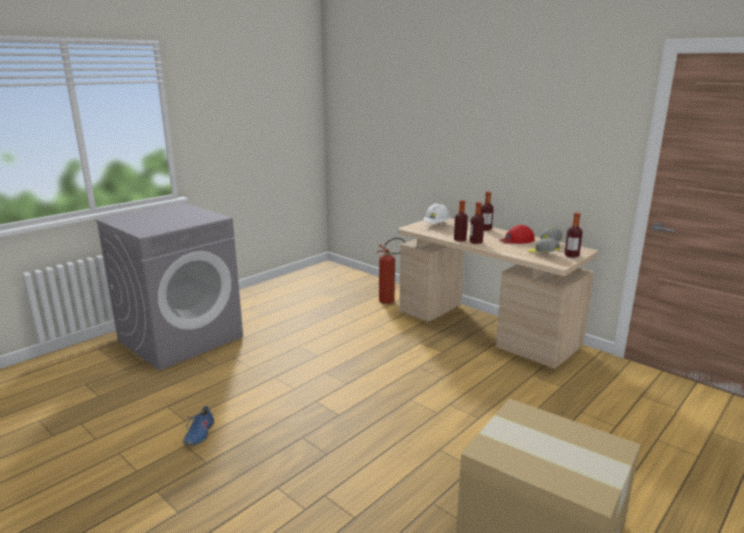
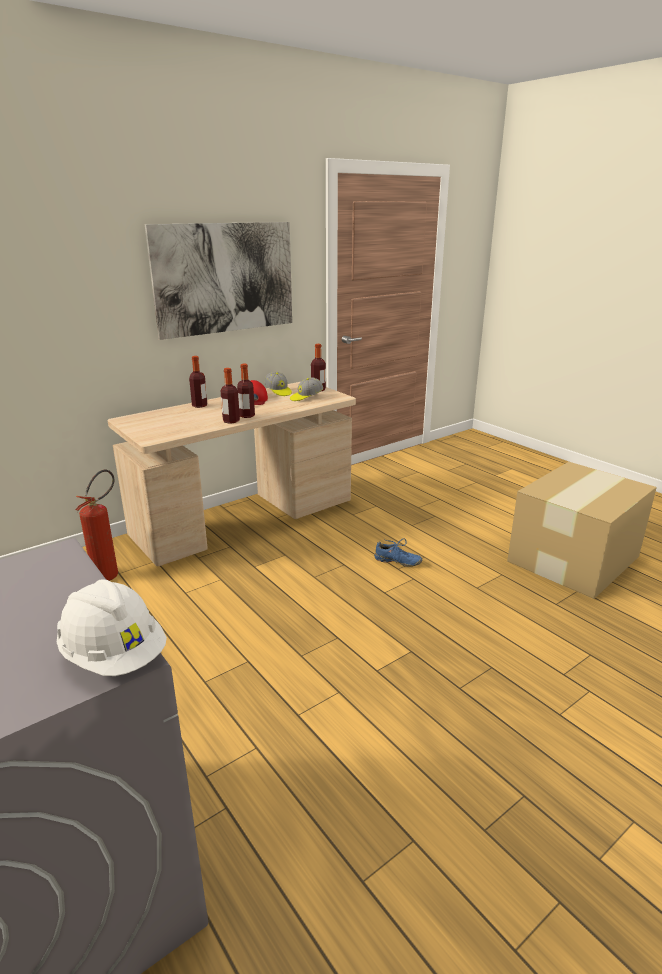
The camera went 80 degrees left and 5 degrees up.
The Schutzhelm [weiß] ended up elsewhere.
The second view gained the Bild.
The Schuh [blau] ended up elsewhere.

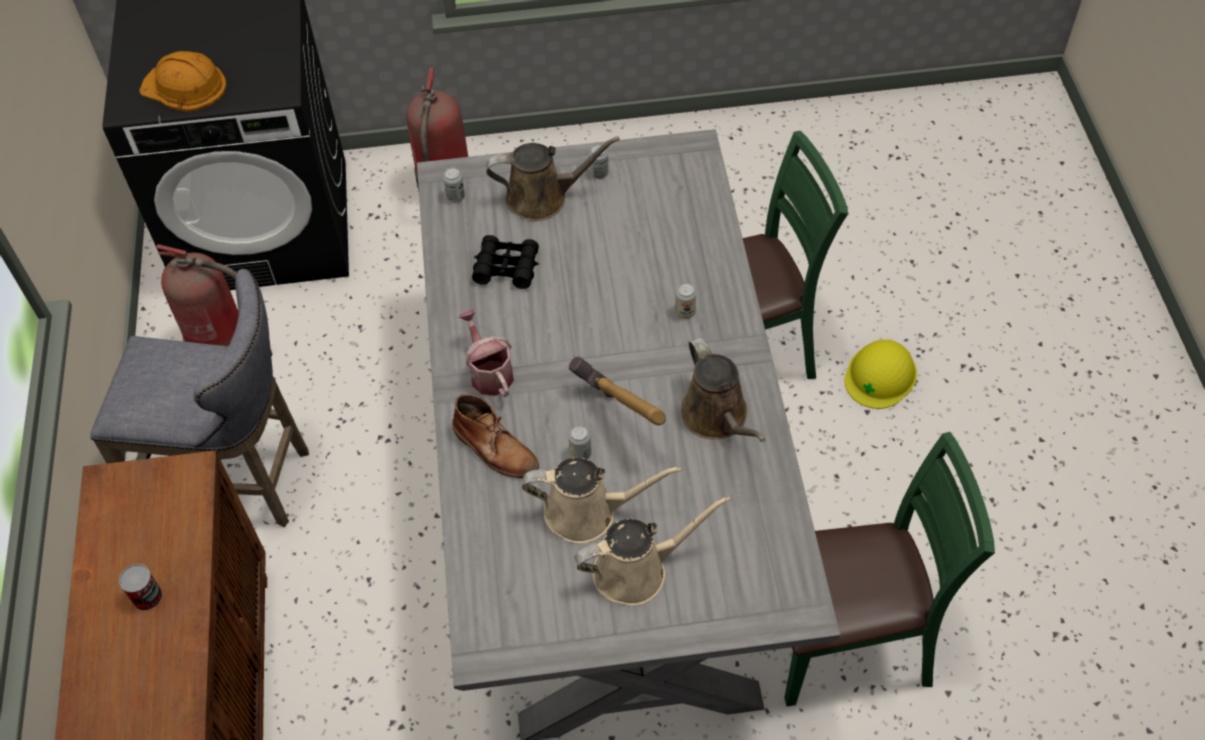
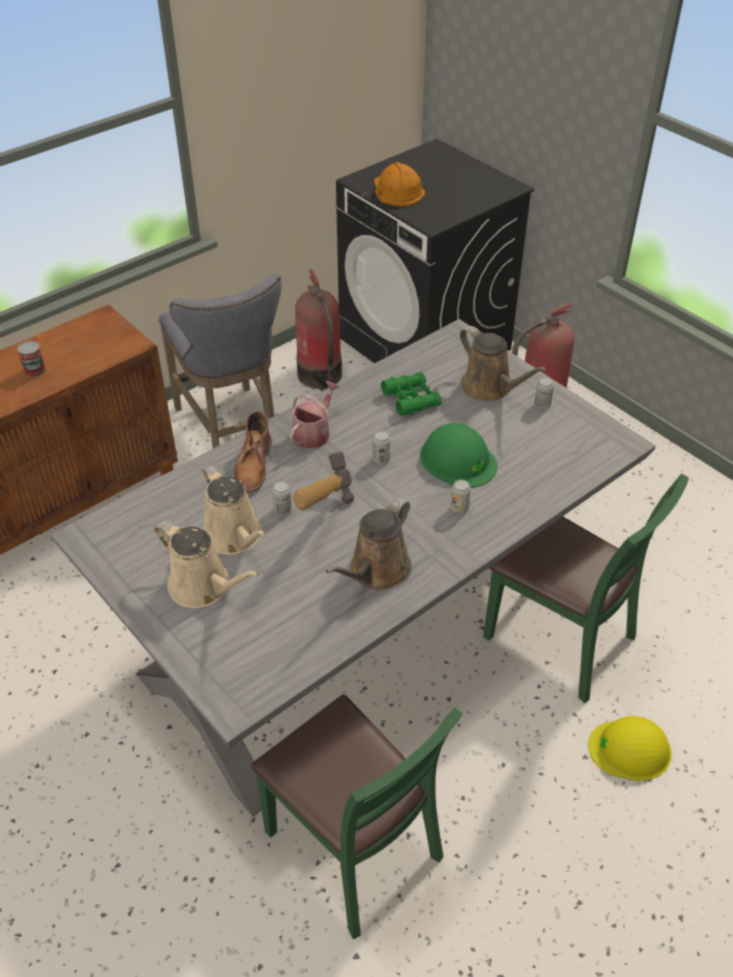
The camera went 55 degrees right and 10 degrees down.
The Dose (2nd from left in the first image) ended up elsewhere.
What was the Fernglas [schwarz] turned into the Fernglas [grün].
The second view gained the Schutzhelm [grün].

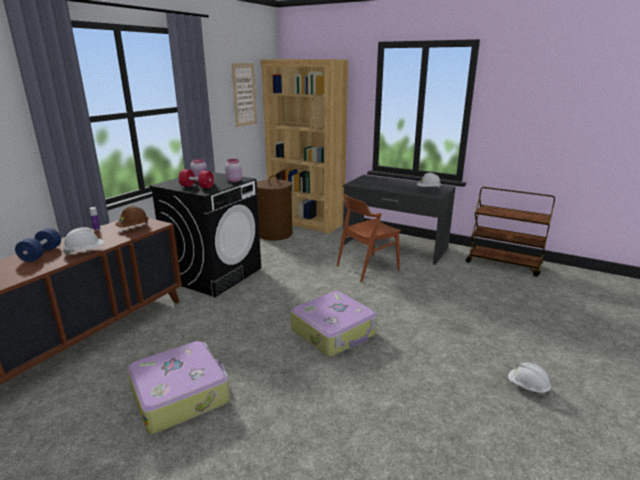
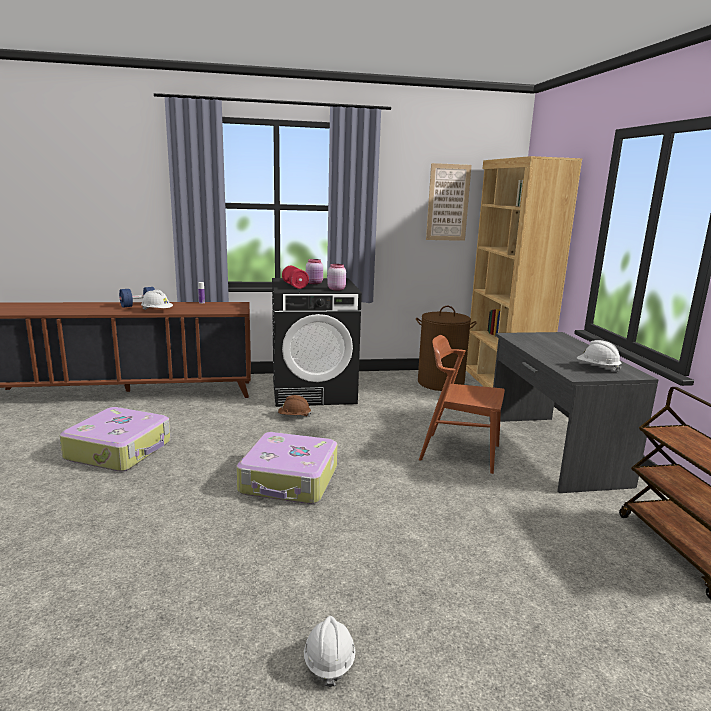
The camera went 50 degrees right and 5 degrees down.
The Schutzhelm [braun] ended up elsewhere.

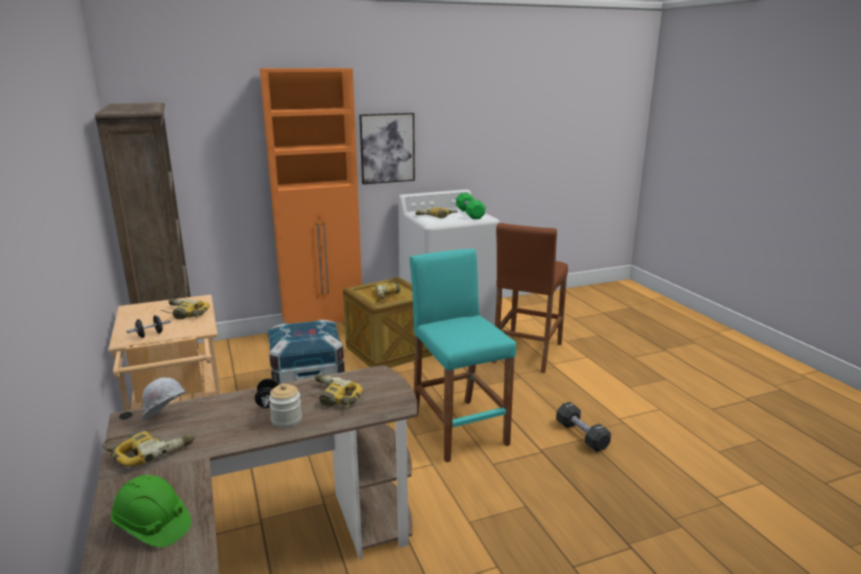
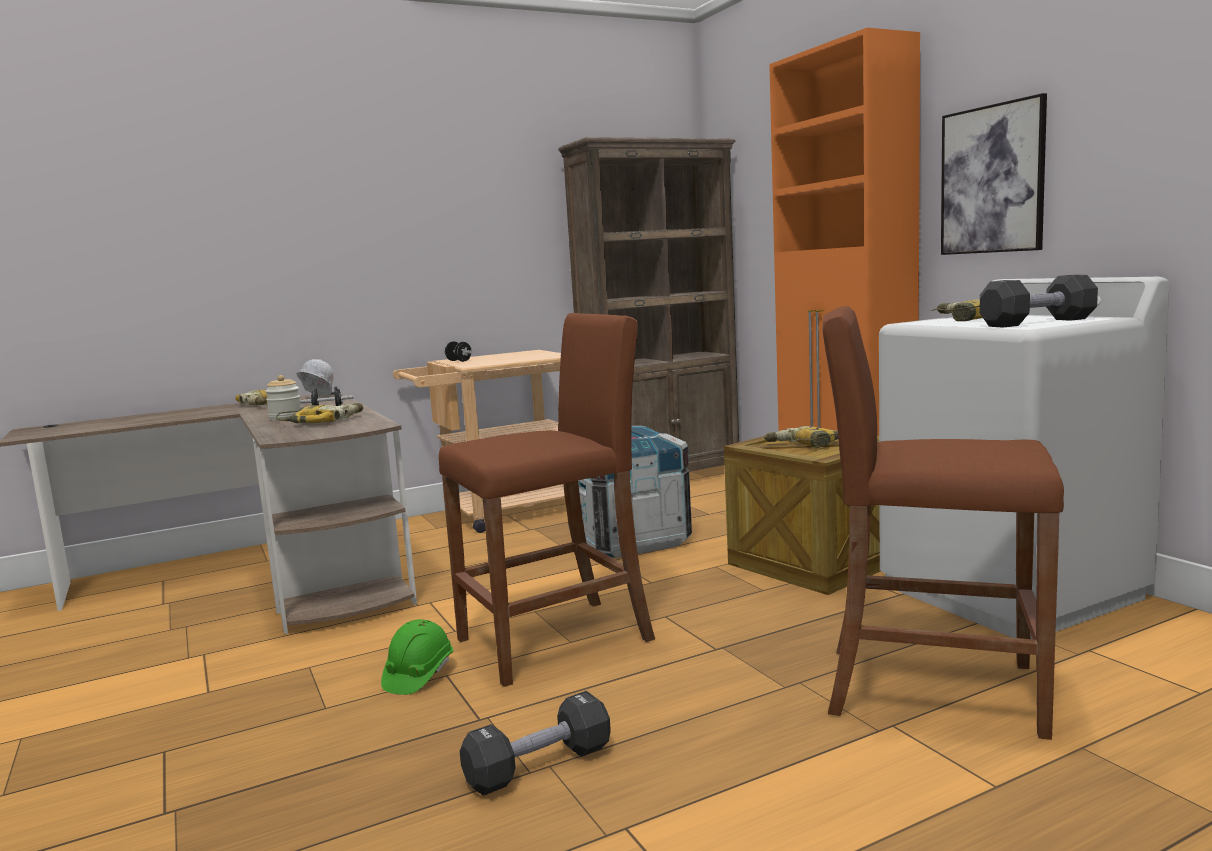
The camera went 85 degrees right and 10 degrees down.
The Schutzhelm [grün] ended up elsewhere.
What was the Hocker [türkis] turned into the Hocker [braun] (1st from left).
What was the Hantel [grün] turned into the Hantel [schwarz] (4th from left).
The second view lost the Bohrmaschine (2nd from left).

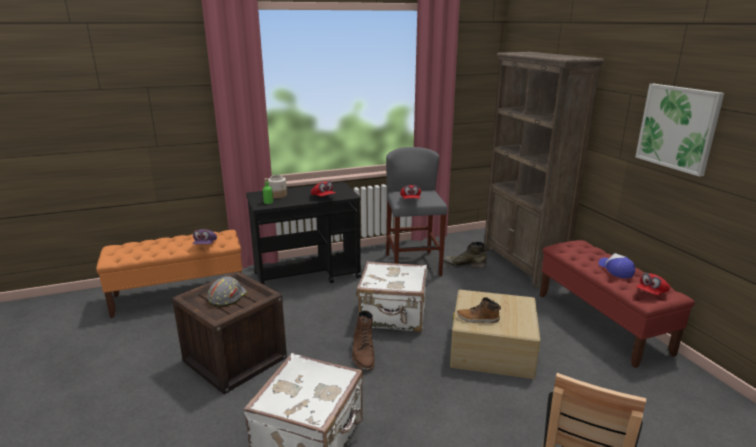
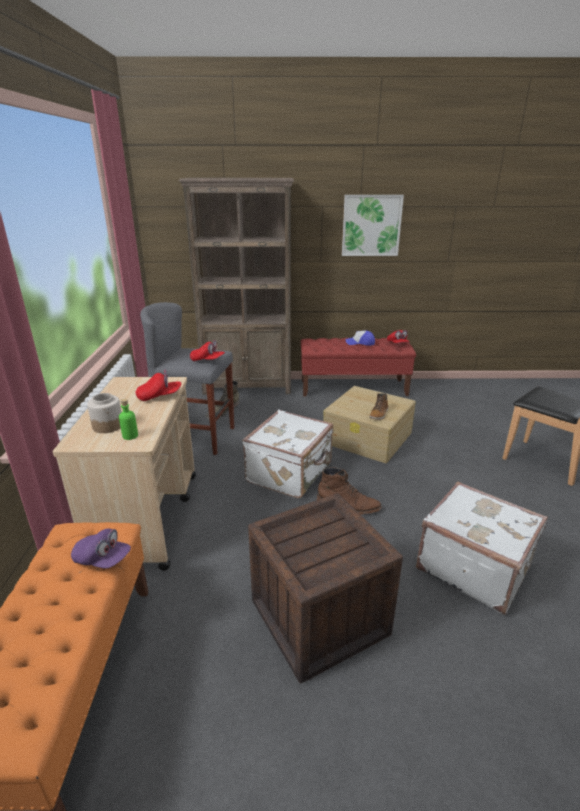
The camera went 70 degrees left and 5 degrees up.
What was the Rollwagen [schwarz] turned into the Rollwagen [beige].
The second view lost the Schutzhelm [grau].

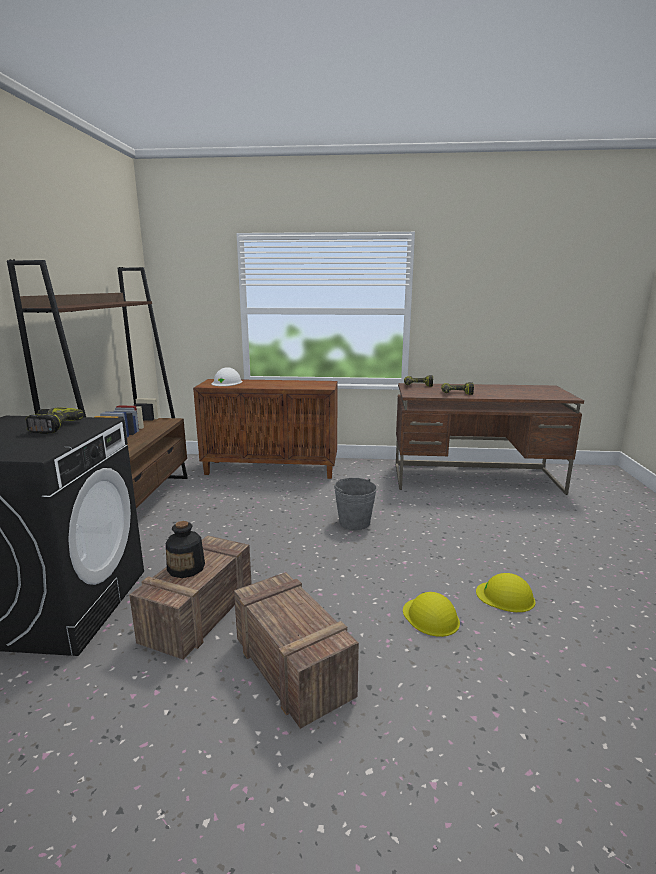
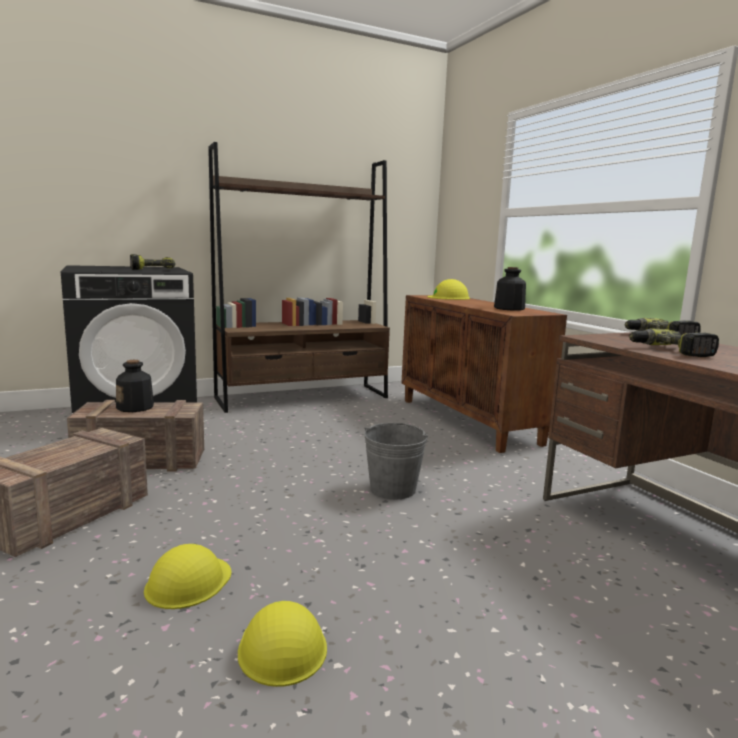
The camera went 60 degrees right and 5 degrees down.
What was the Schutzhelm [weiß] turned into the Schutzhelm [gelb] (3rd from left).
The second view gained the Flasche (2nd from left).

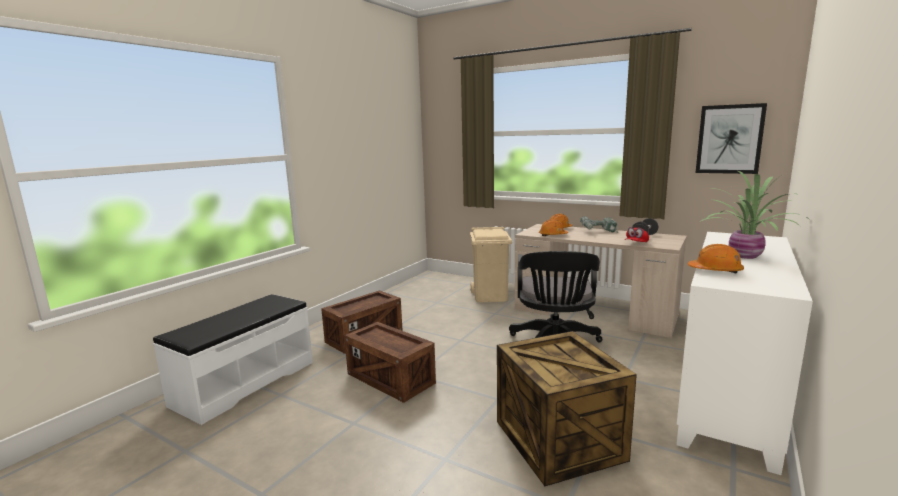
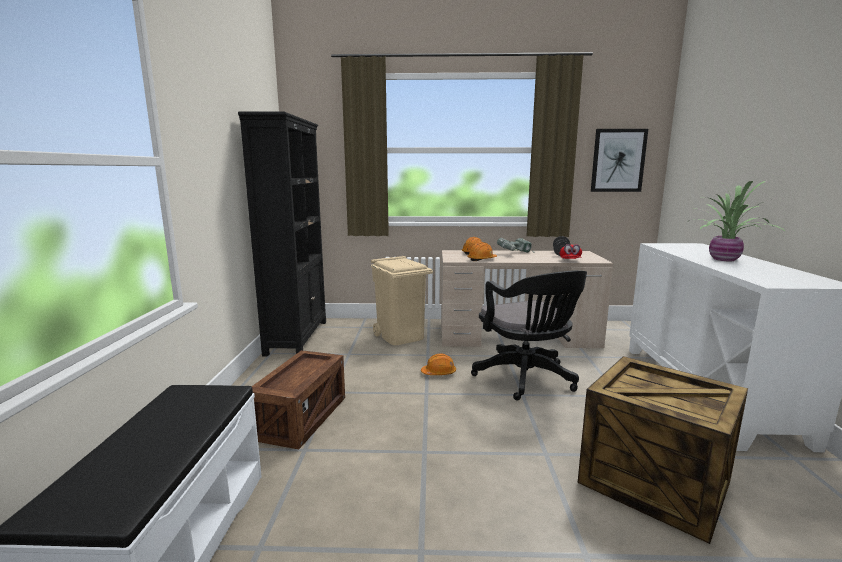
The camera went 30 degrees left and 0 degrees up.
The second view gained the Bücherregal [schwarz].
The Schutzhelm [orange] (3rd from left in the first image) ended up elsewhere.
The second view lost the Kiste (2nd from left).

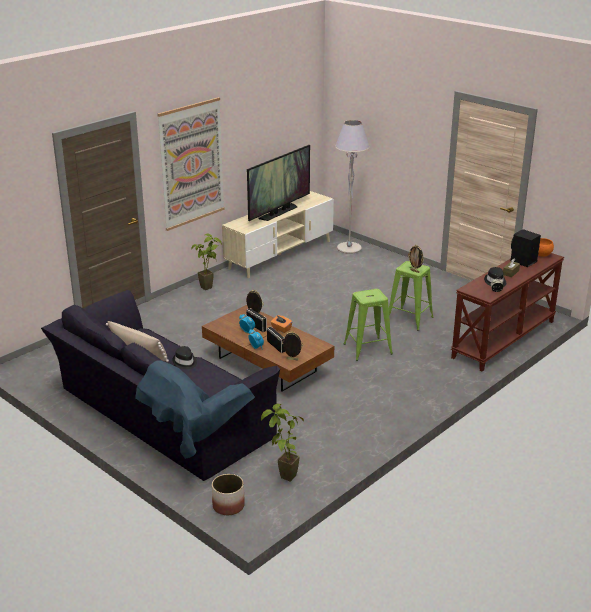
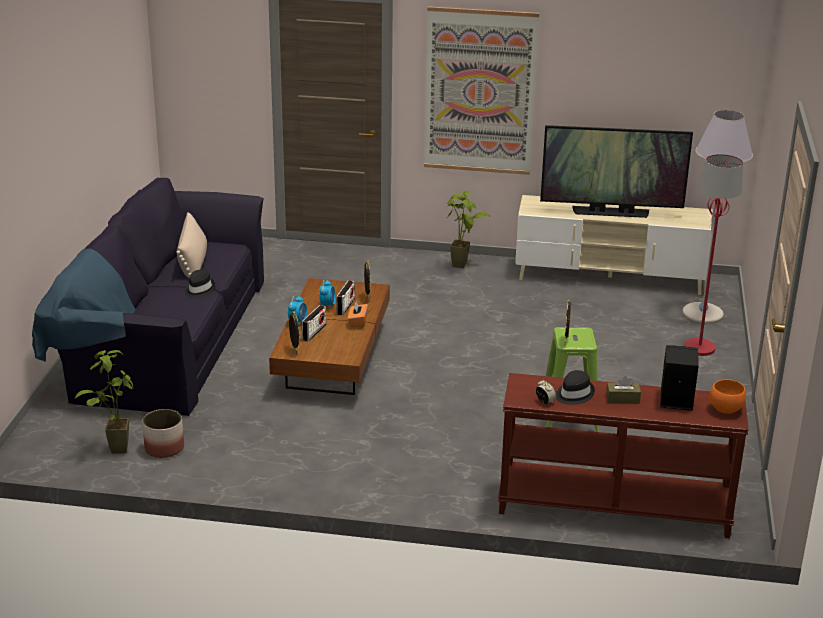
The camera went 55 degrees right and 0 degrees up.
The Pflanzkübel ended up elsewhere.
The second view gained the Stehlampe [rot].
The second view lost the Hocker [grün] (1st from left).

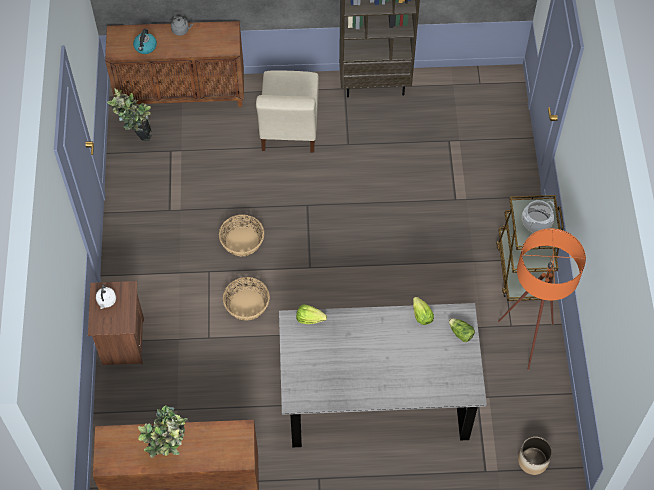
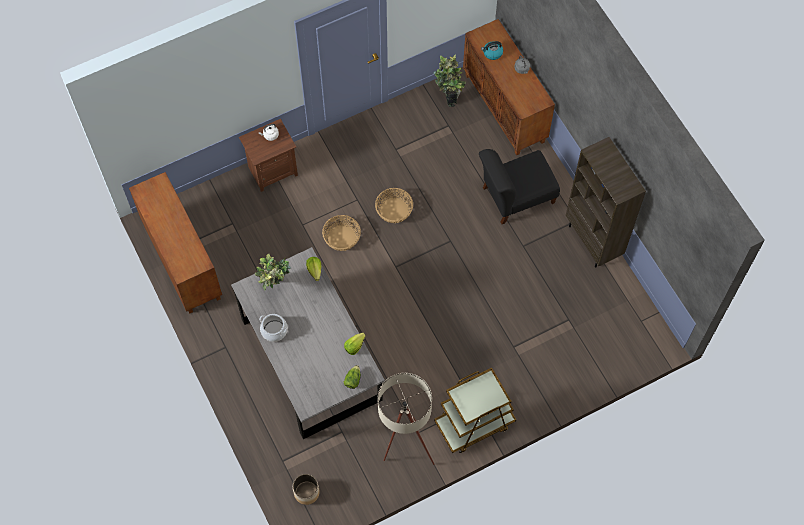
The camera went 65 degrees right and 5 degrees up.
The Topfpflanze (2nd from left in the first image) ended up elsewhere.
The Kochtopf ended up elsewhere.
What was the Stehlampe [orange] turned into the Stehlampe [beige].
What was the Stuhl [beige] turned into the Stuhl [schwarz].

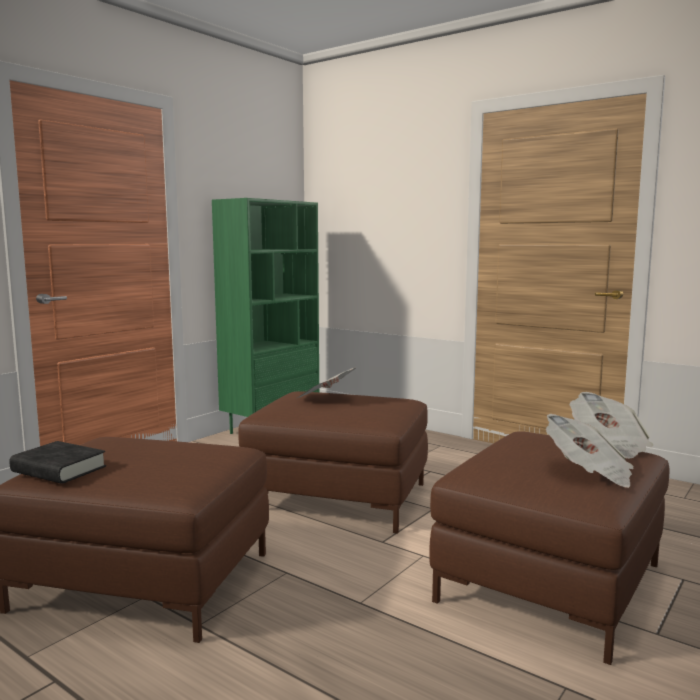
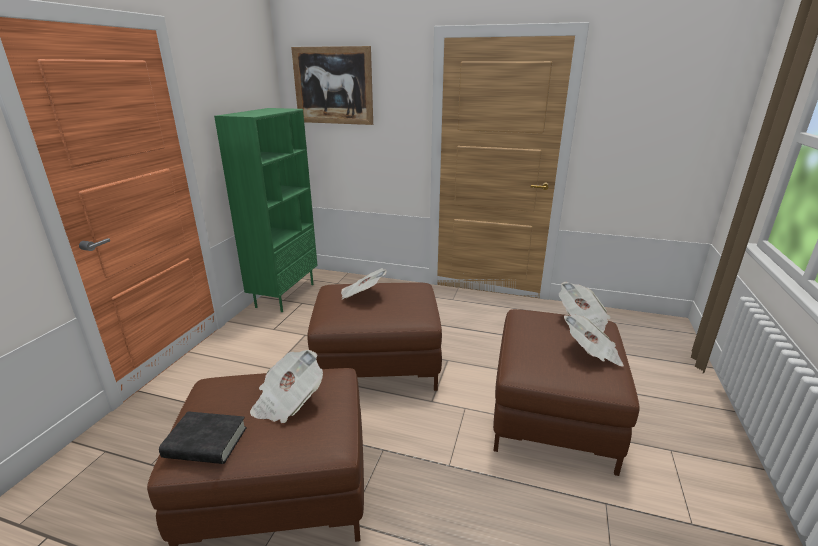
The camera went 20 degrees left and 15 degrees up.
The second view gained the Zeitung (1st from left).
The second view gained the Bild.

